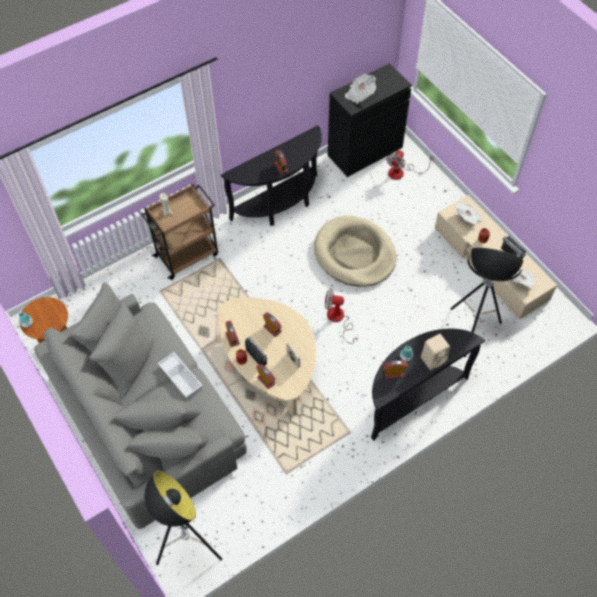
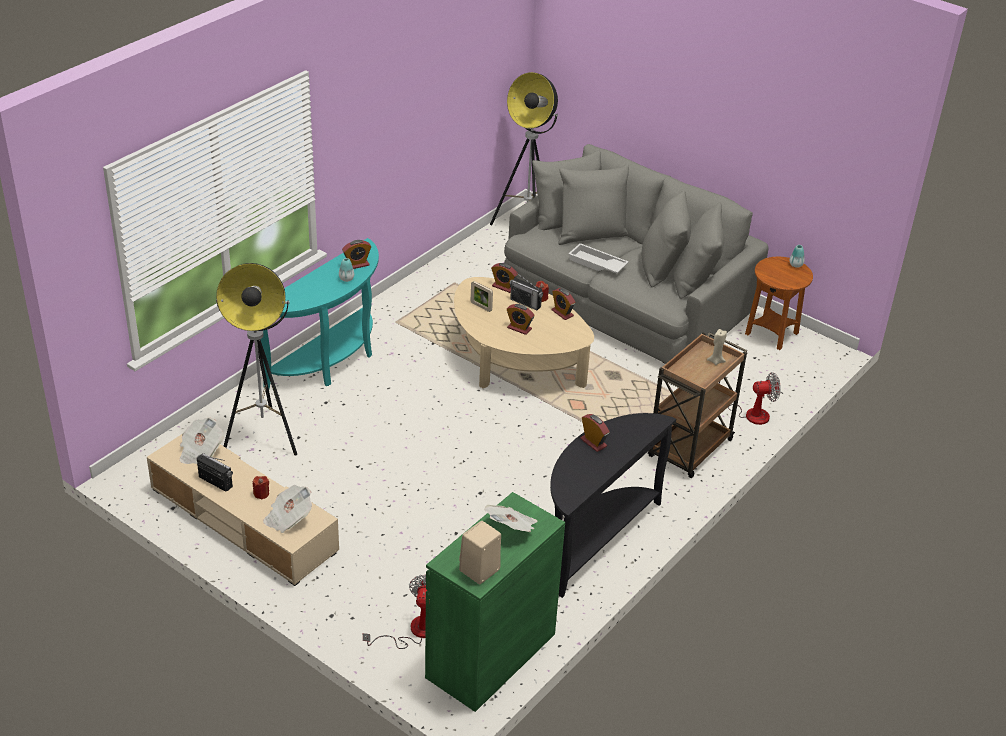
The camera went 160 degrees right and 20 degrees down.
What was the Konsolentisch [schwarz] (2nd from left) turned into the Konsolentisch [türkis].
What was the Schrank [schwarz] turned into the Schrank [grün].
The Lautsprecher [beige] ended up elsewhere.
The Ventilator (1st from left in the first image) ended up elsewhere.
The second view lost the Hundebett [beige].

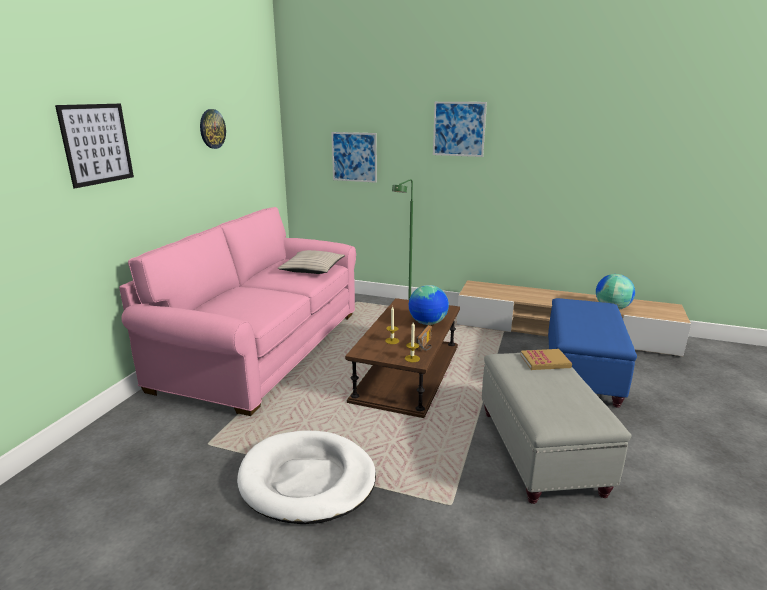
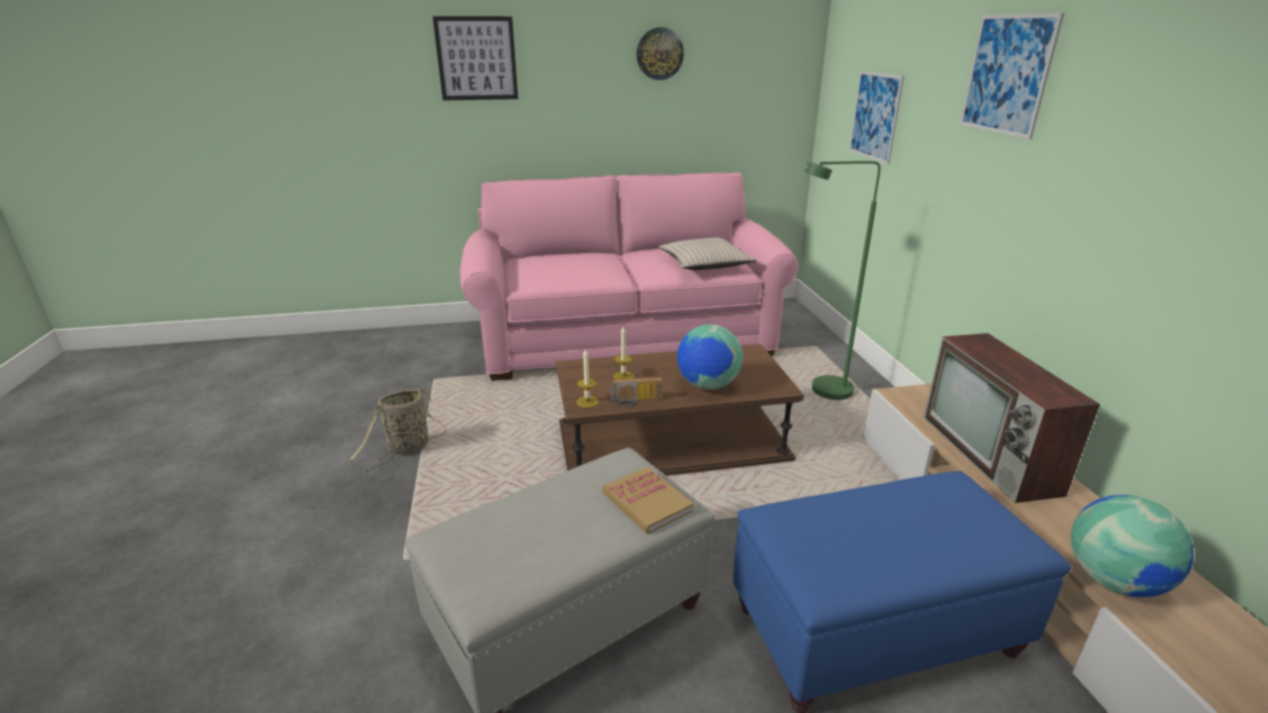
The camera went 60 degrees right and 5 degrees up.
Where the Hundebett [weiß] stood, the Korb came to stand.
The second view gained the Fernseher.

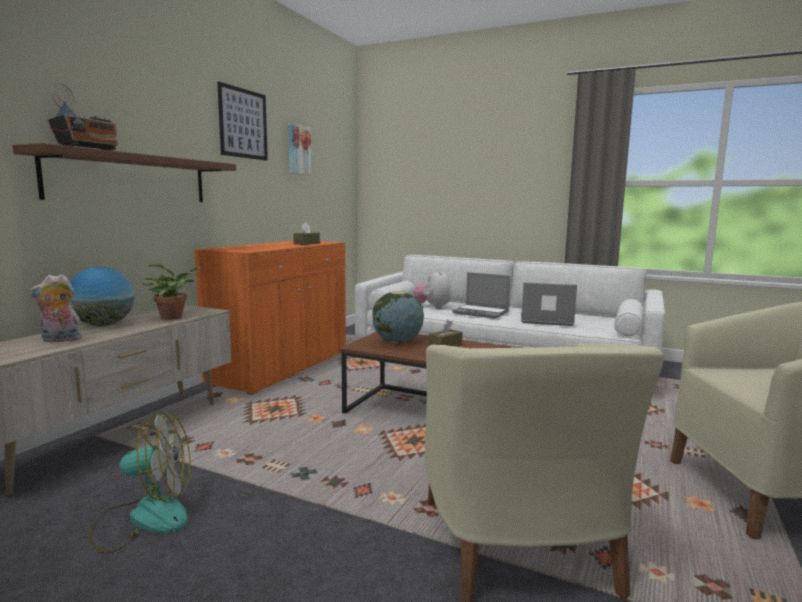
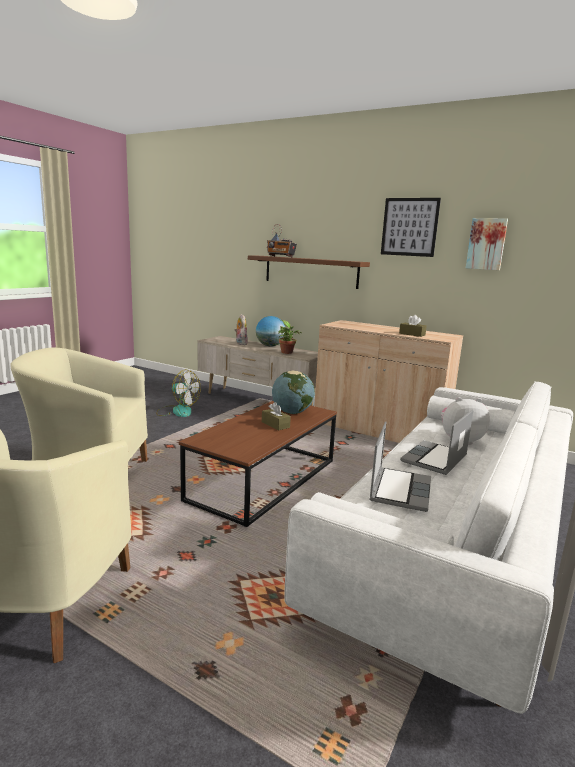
The camera went 95 degrees right and 5 degrees up.
The Ventilator ended up facing another way, 60 degrees counterclockwise from before.
What was the Schrank [orange] turned into the Schrank [beige].

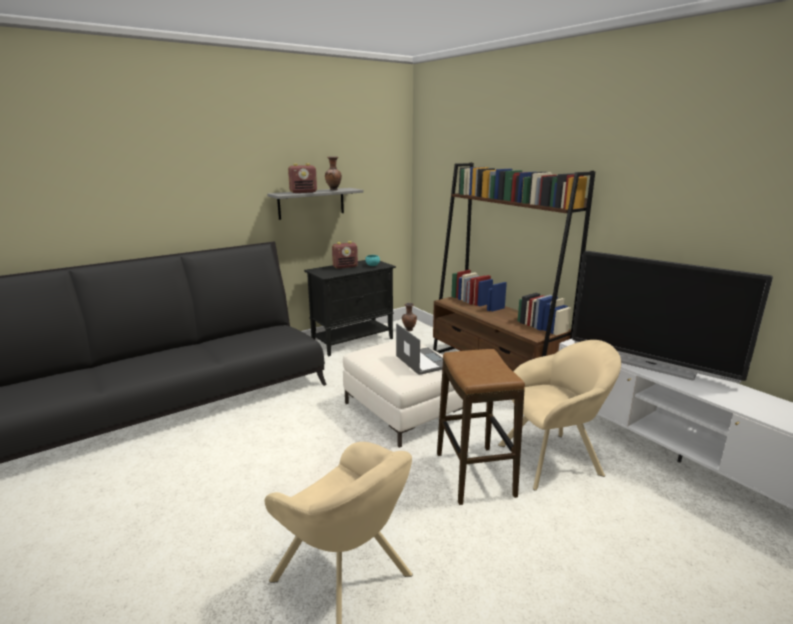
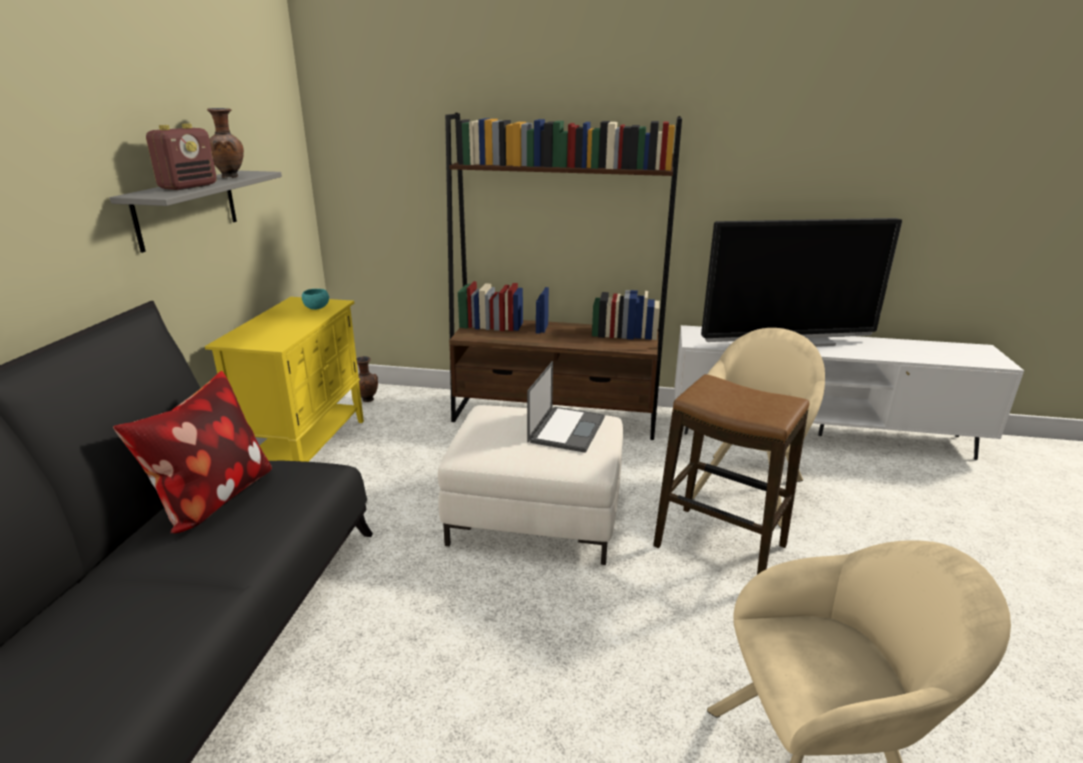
The camera went 45 degrees left and 5 degrees up.
The second view gained the Kissen.
What was the Schrank [schwarz] turned into the Schrank [gelb].
The Laptop ended up facing another way, 90 degrees clockwise from before.
The second view lost the Radio (2nd from left).

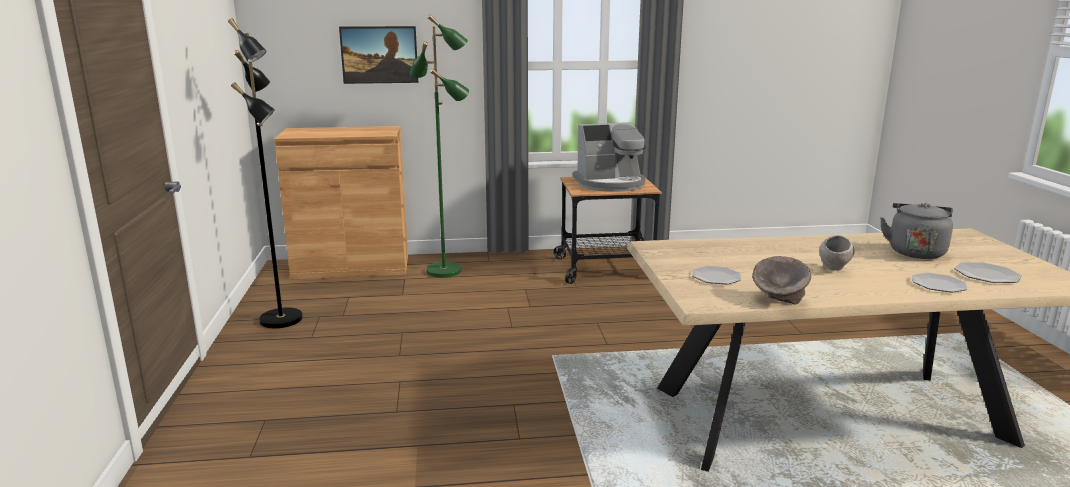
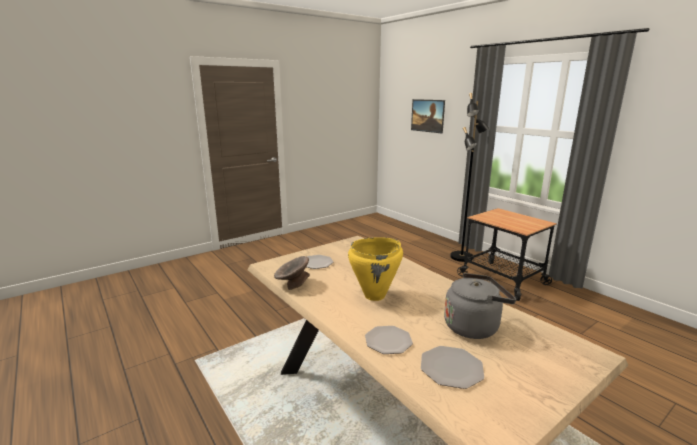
The camera went 60 degrees right and 0 degrees up.
Where the Schüssel [grau] (2nd from left) stood, the Kochtopf [gelb] came to stand.
The Stehlampe [schwarz] ended up elsewhere.
The second view lost the Schrank [braun].
The second view lost the Stehlampe [grün].
The second view lost the Kaffeemaschine.

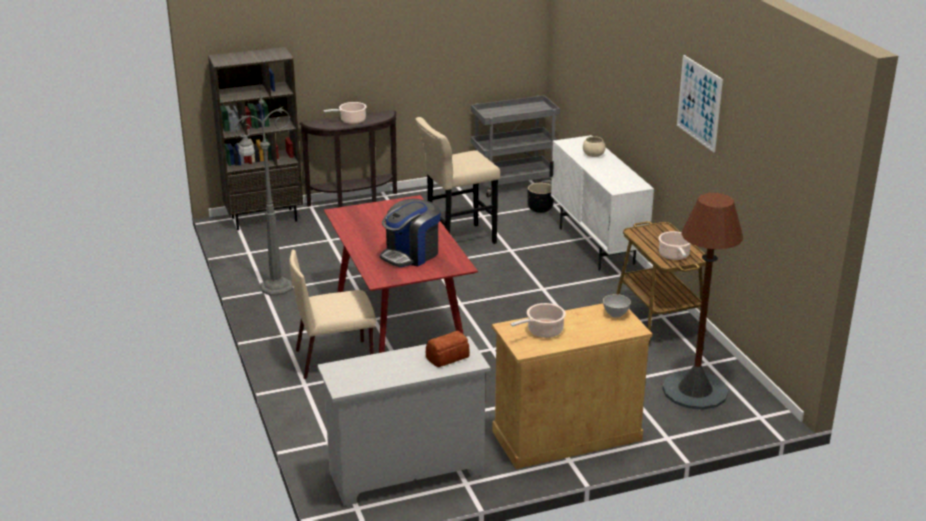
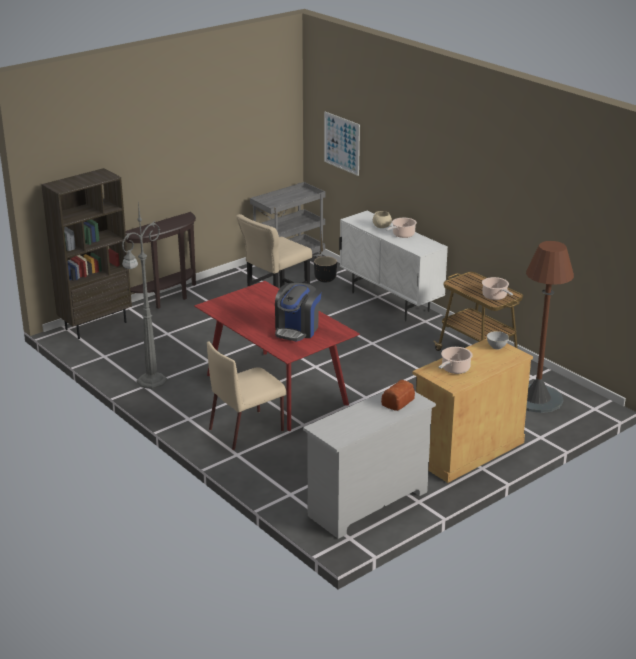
The camera went 20 degrees left and 0 degrees up.
The Bild ended up elsewhere.
The Kochtopf (1st from left) ended up elsewhere.

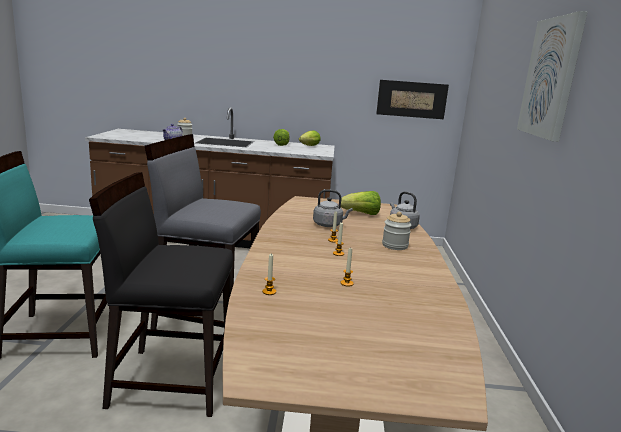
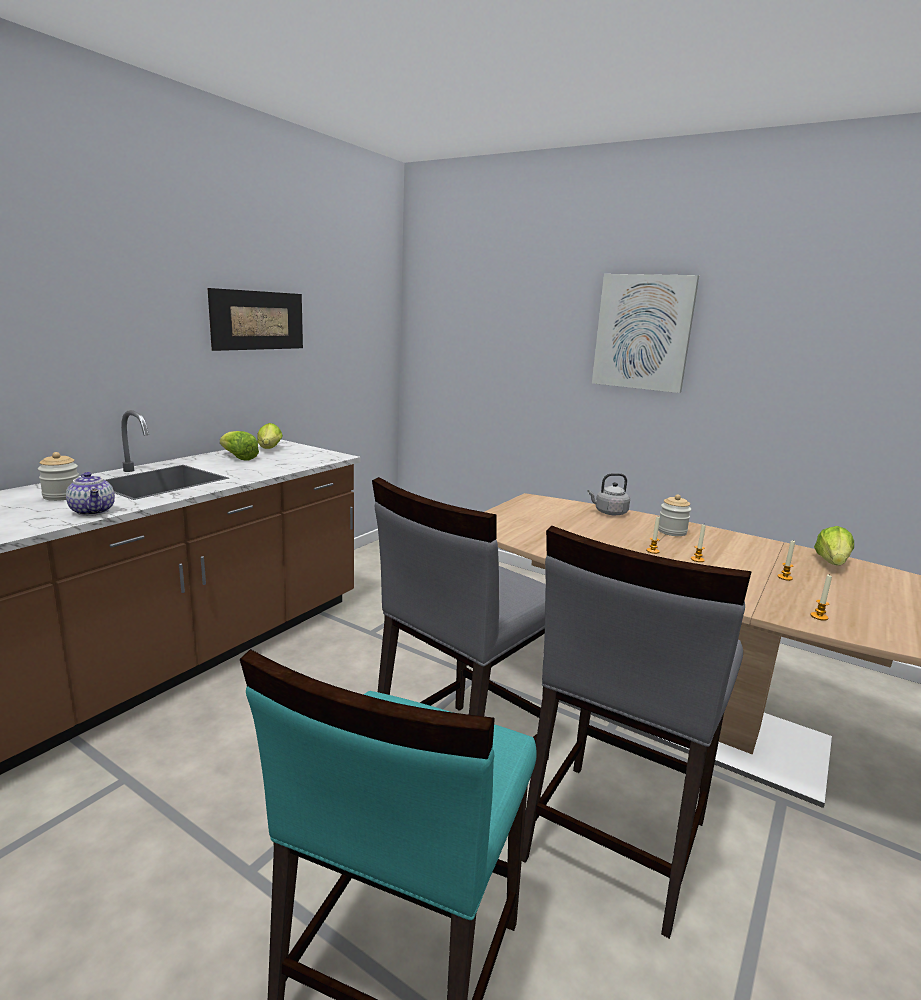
The camera went 60 degrees left and 0 degrees up.
The Bild (1st from left) ended up elsewhere.
Where the Stuhl [schwarz] stood, the Hocker [grau] (2nd from left) came to stand.
The Salatkopf (3rd from left) ended up elsewhere.
The second view lost the Wasserkessel [grau] (1st from left).

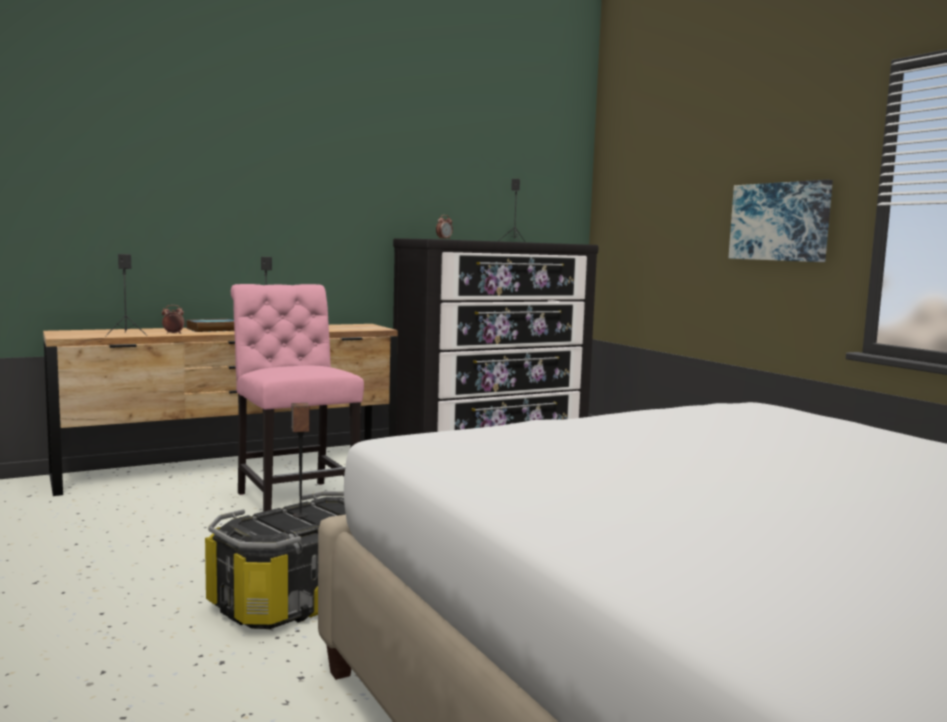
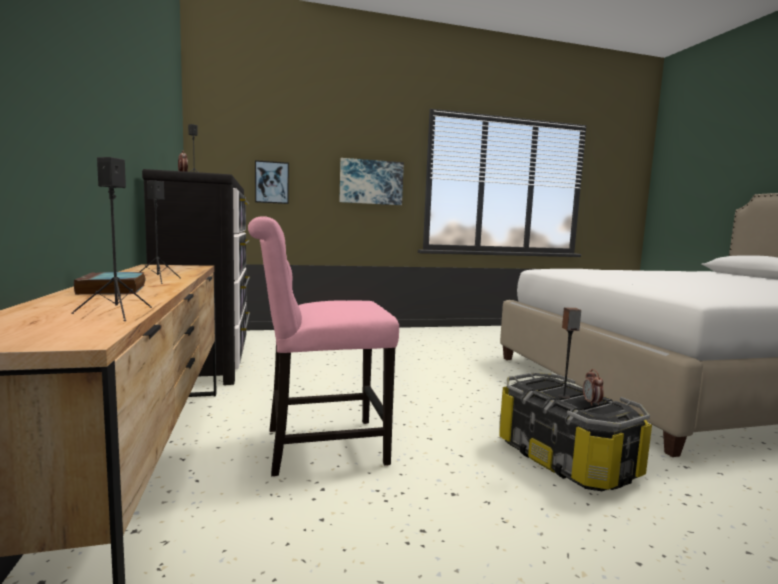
The camera went 75 degrees left and 0 degrees up.
The second view gained the Bild (1st from left).
The Wecker (1st from left in the first image) ended up elsewhere.

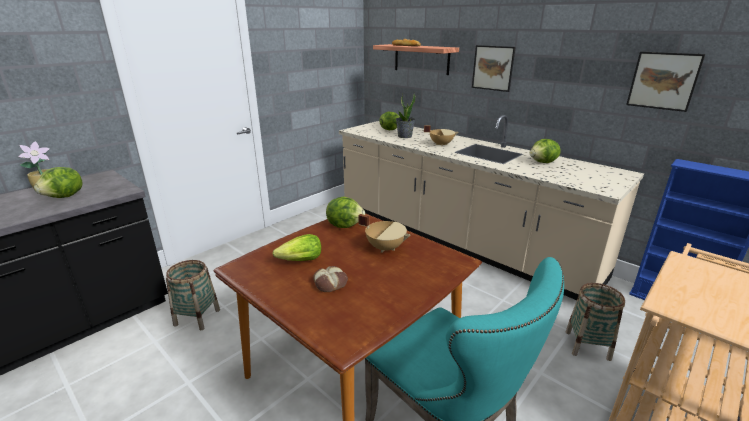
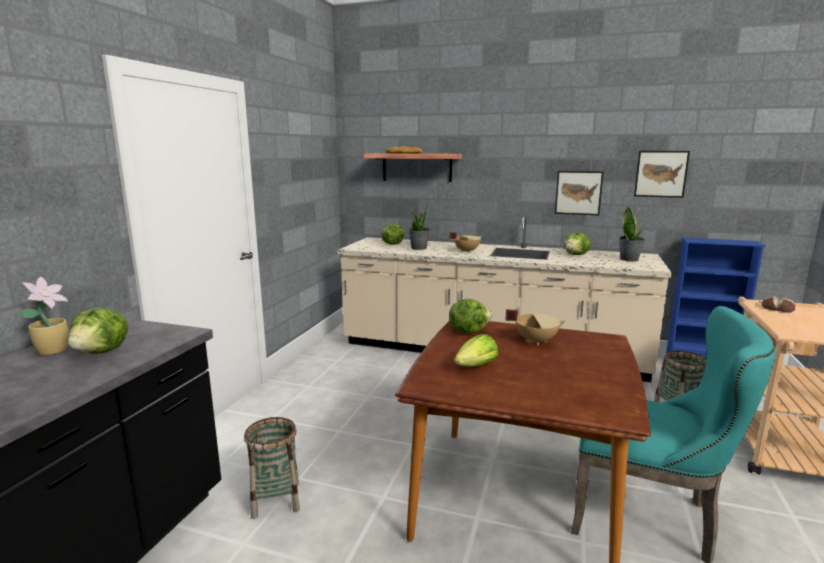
The camera went 25 degrees left and 10 degrees down.
The Bild (1st from left) ended up elsewhere.
The second view gained the Topfpflanze (3rd from left).
The Brot (1st from left in the first image) ended up elsewhere.

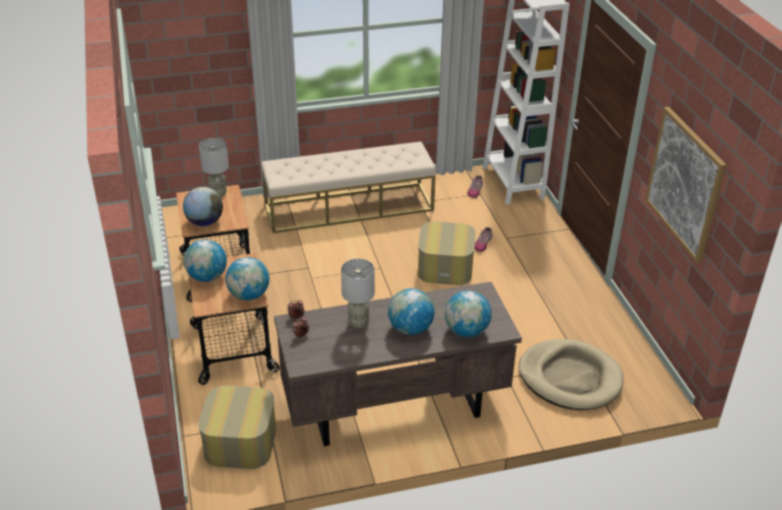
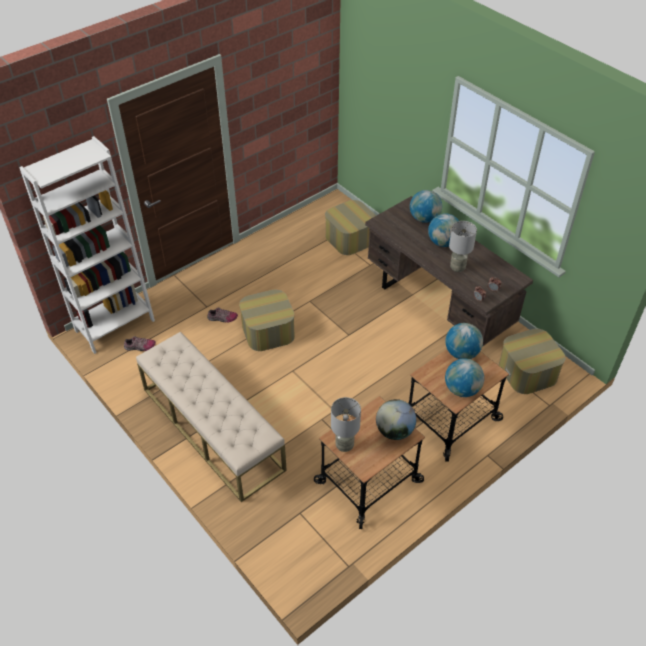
The camera went 115 degrees left and 10 degrees up.
Where the Hundebett [beige] stood, the Polsterhocker (2nd from left) came to stand.
The second view lost the Bild.

